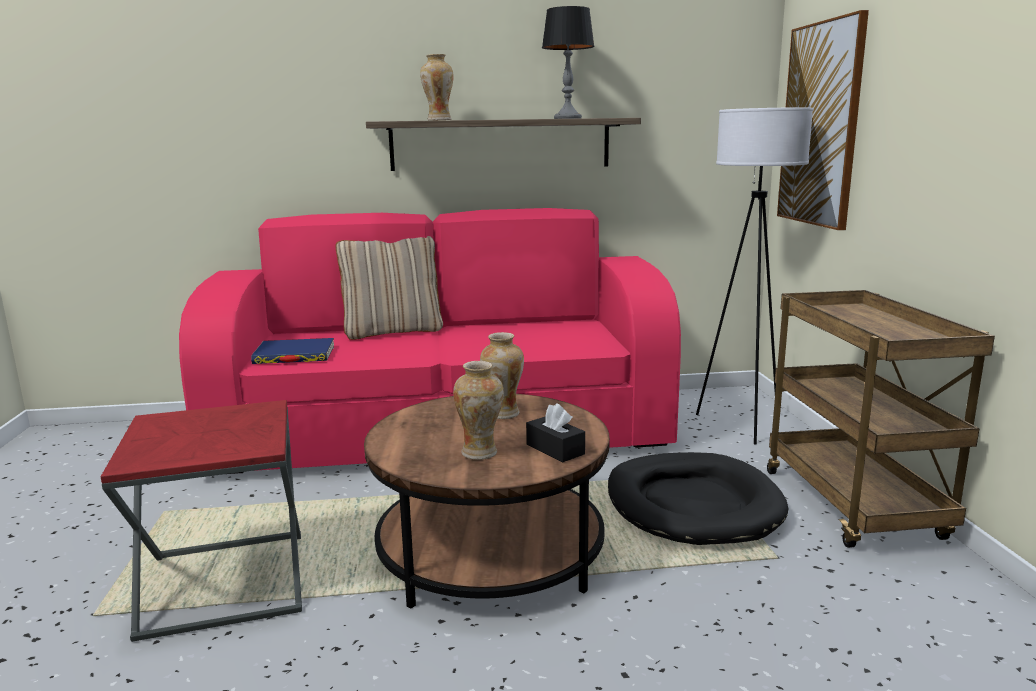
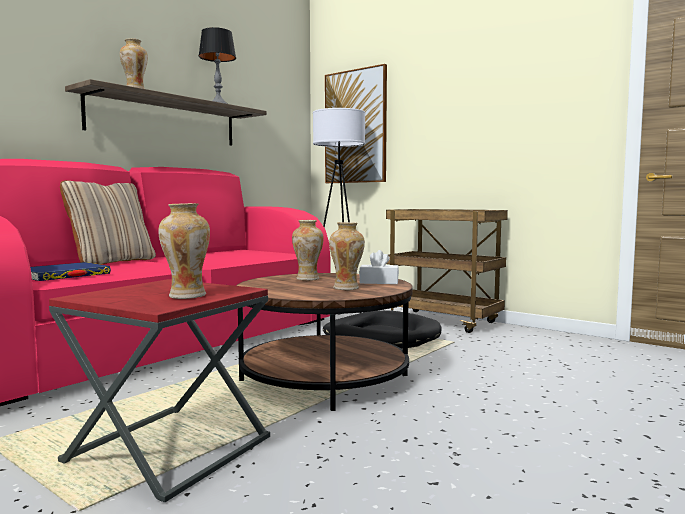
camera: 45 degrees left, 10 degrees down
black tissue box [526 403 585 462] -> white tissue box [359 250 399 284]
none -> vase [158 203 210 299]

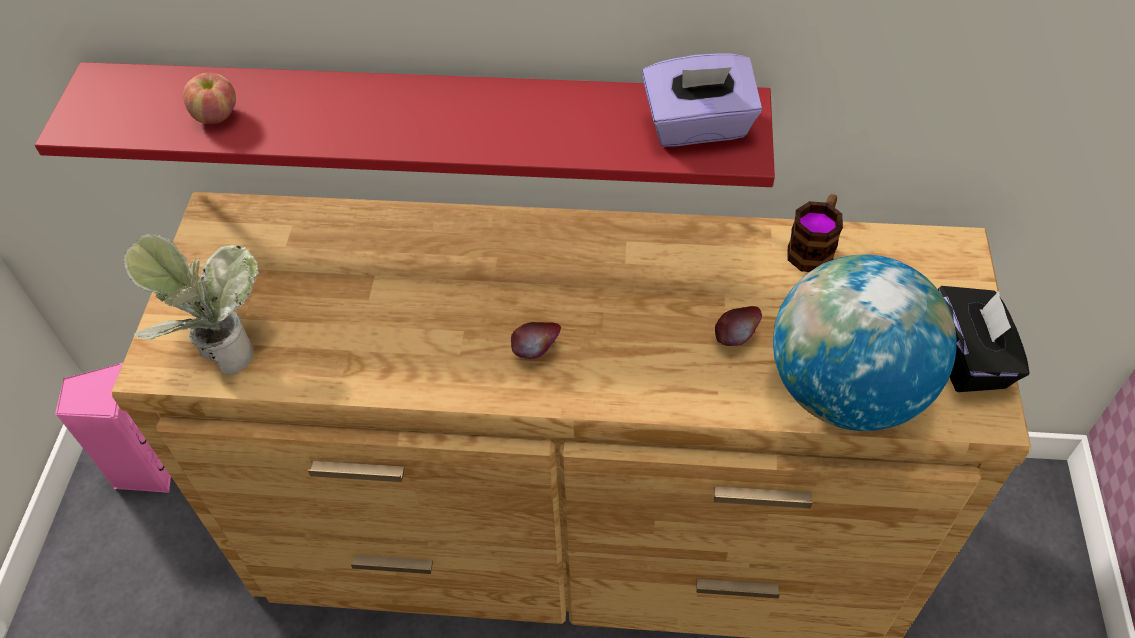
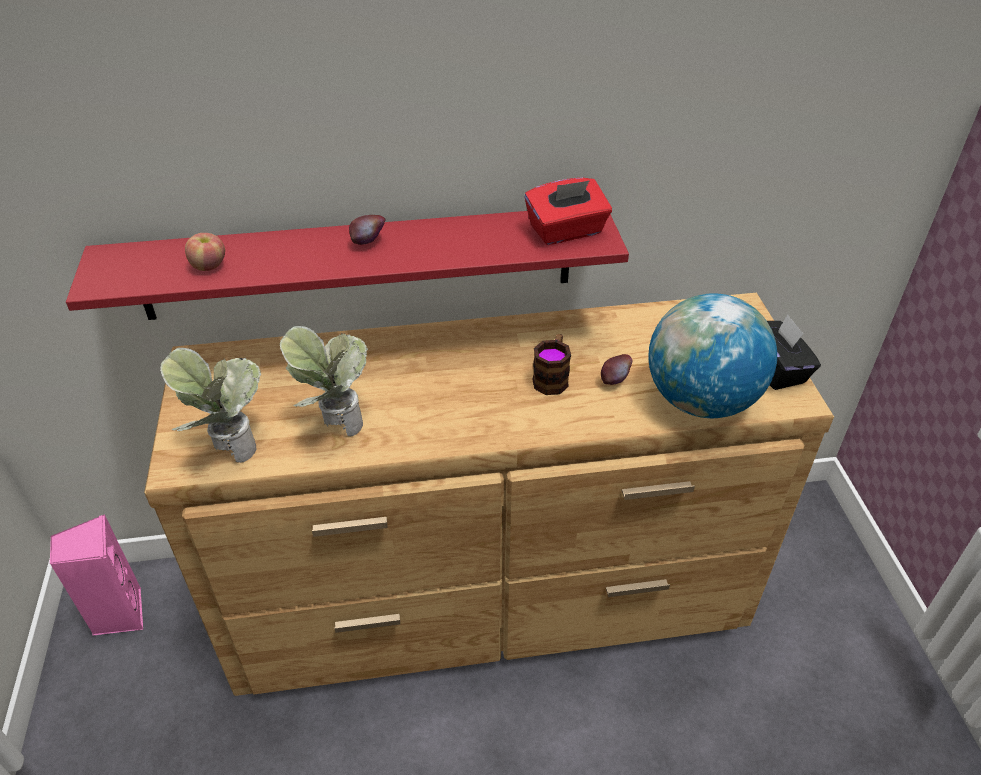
camera: 15 degrees left, 10 degrees down
apple [511 322 561 359] -> apple [349 215 386 245], moved
purple tissue box [642 54 762 147] -> red tissue box [524 178 612 245]
mug [788 194 843 272] -> mug [532 334 571 395], moved
none -> potted plant [280 326 368 436]

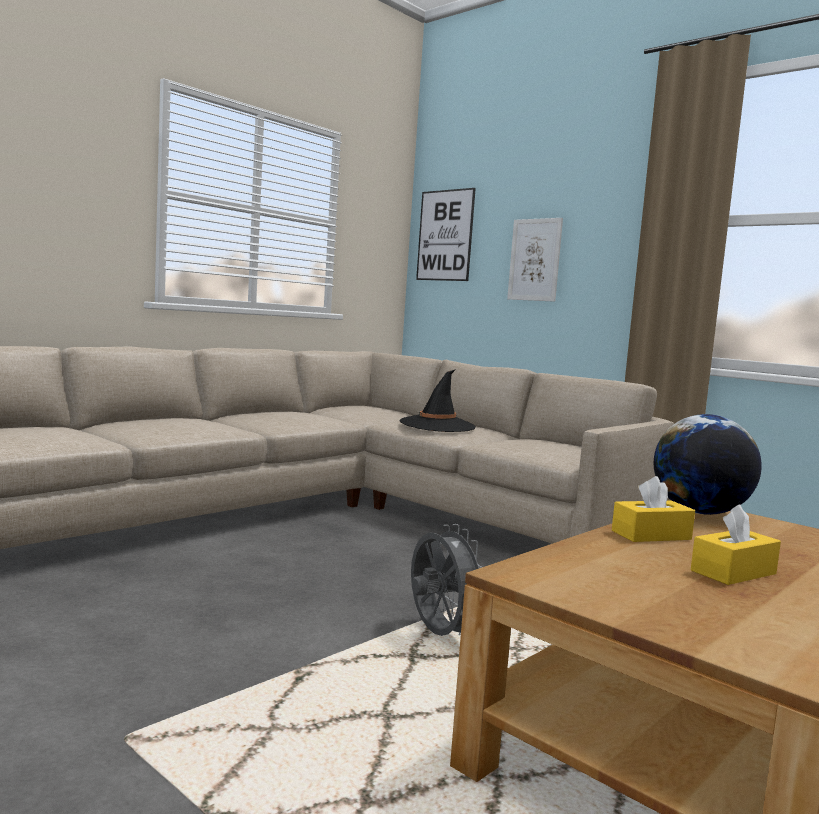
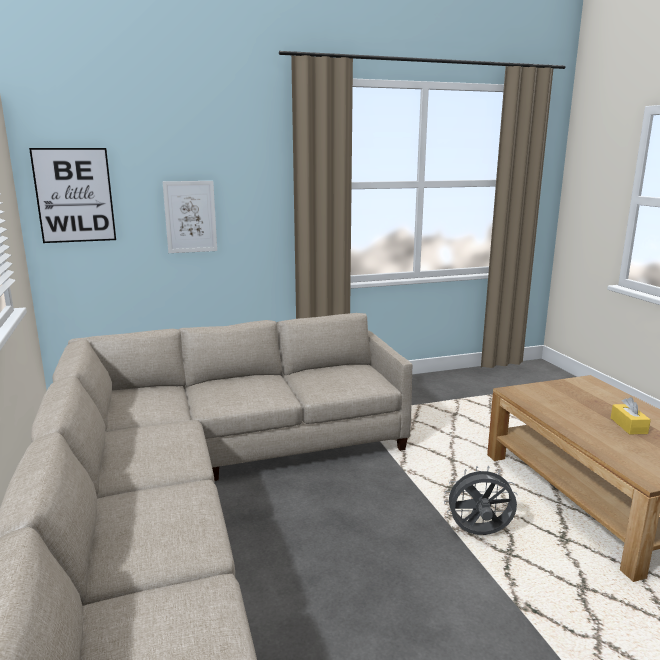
camera: 60 degrees left, 10 degrees up
black hat [400 369 476 432] -> none
yellow tissue box [612 476 695 542] -> none
globe [654 414 762 515] -> none

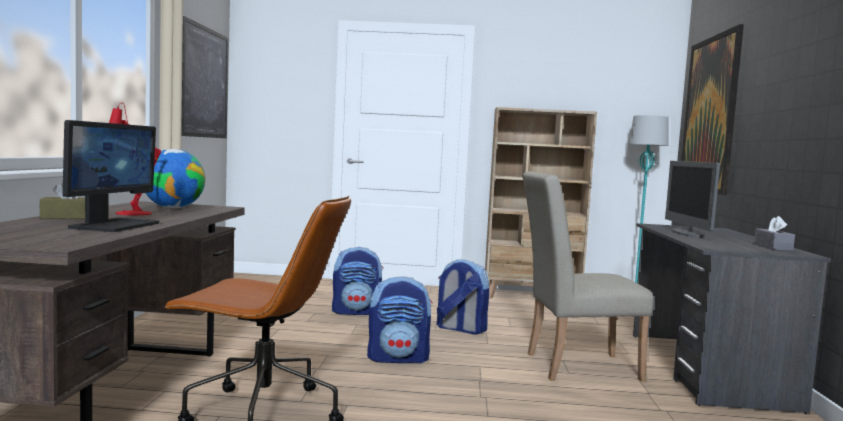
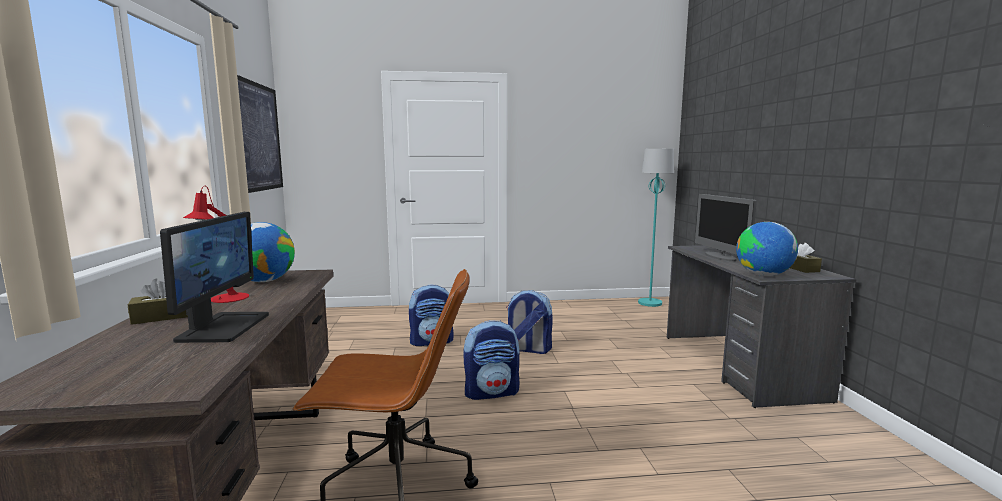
camera: 10 degrees left, 5 degrees up
beige bookcase [485 107 597 299] -> none
beige chair [522 172 654 381] -> none
picture [681 24 744 195] -> none
grey tissue box [754 216 795 251] -> brown tissue box [790 243 822 273]
none -> globe [736 222 798 276]

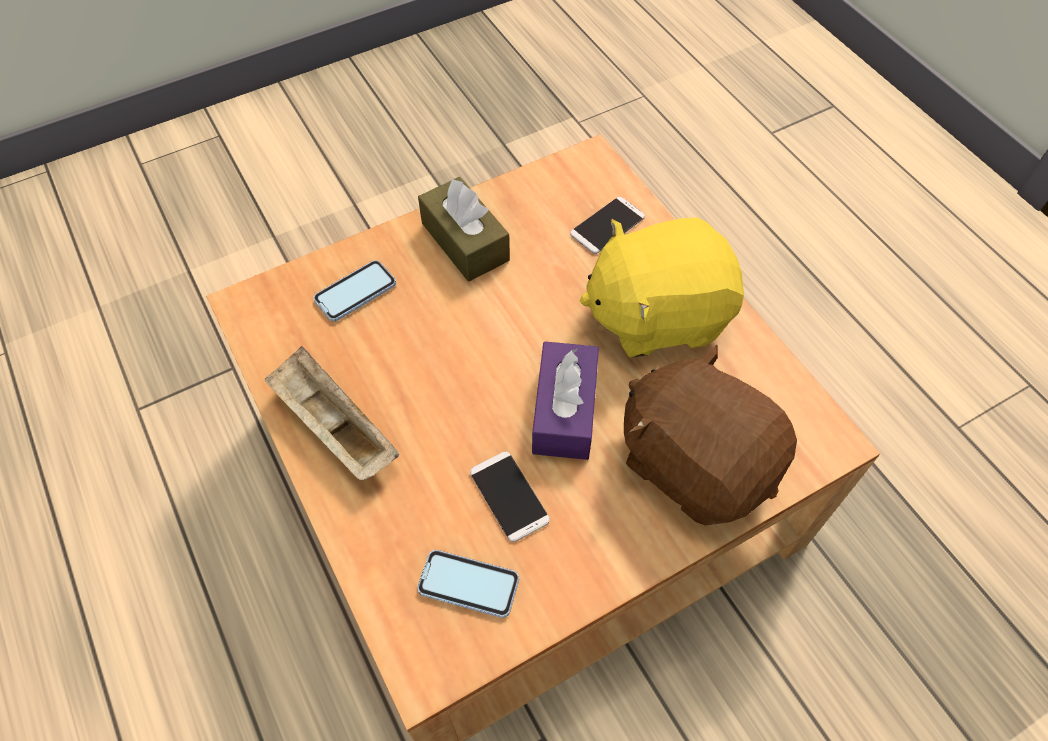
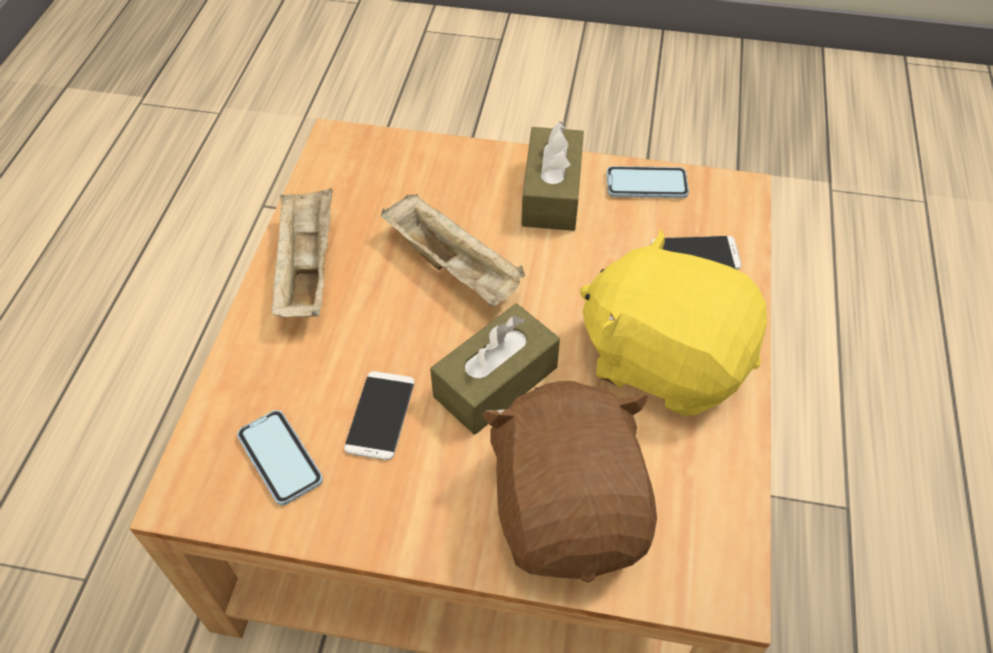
camera: 40 degrees right, 5 degrees down
phone [313 260 396 322] -> phone [606 166 689 198], moved
purple tissue box [532 341 599 460] -> brown tissue box [430 303 560 434]
none -> beige tray [381 194 525 306]

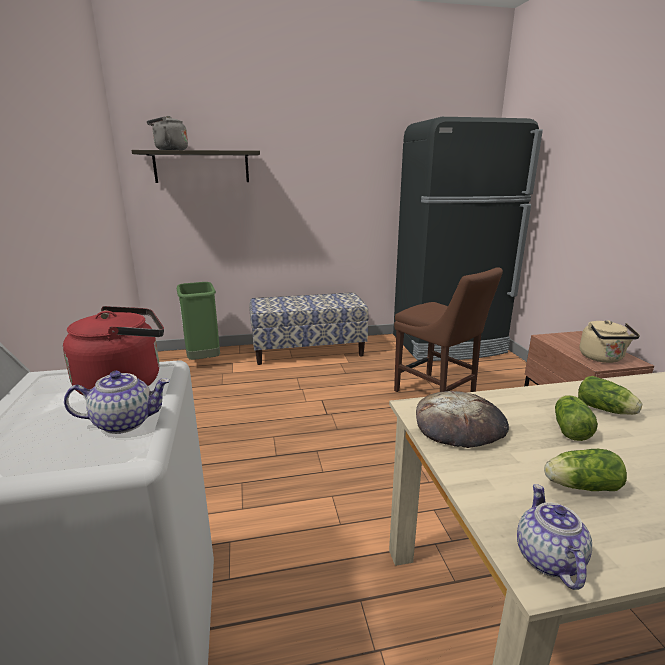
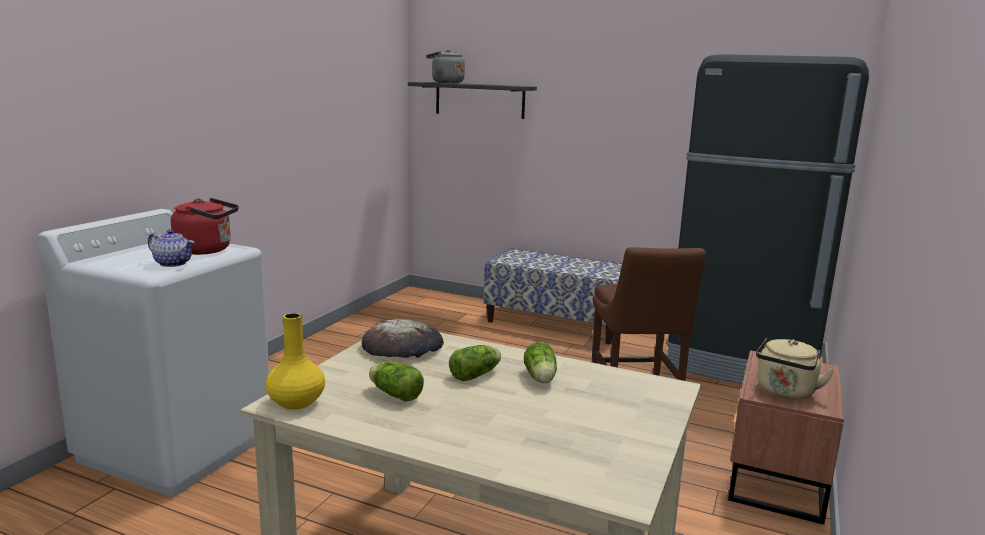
camera: 35 degrees right, 5 degrees down
green trash can [177 282 220 360] -> none
teapot [517 484 592 590] -> yellow vase [266 313 325 410]

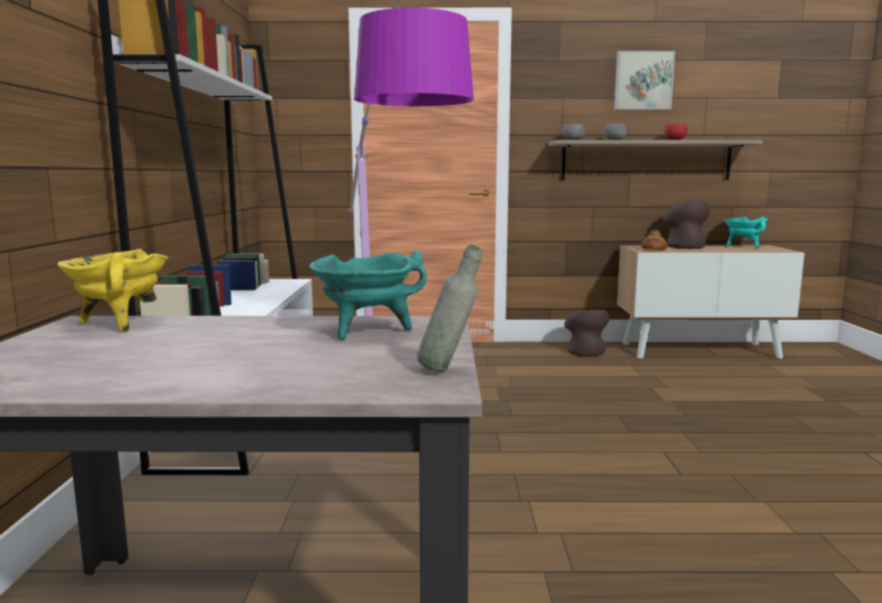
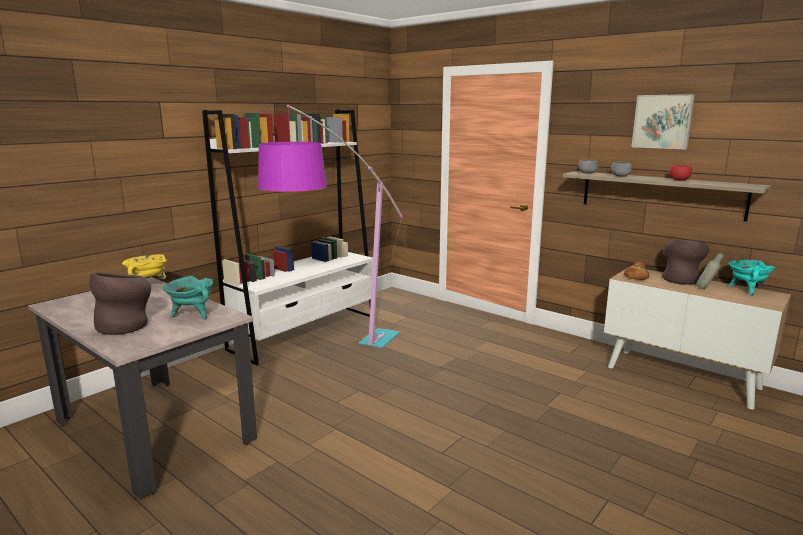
camera: 40 degrees right, 5 degrees up
grey bottle [417 244 483 372] -> grey bottle [696 253 724 289], moved
brown vase [564 310 609 357] -> brown vase [89 273 151 335], moved

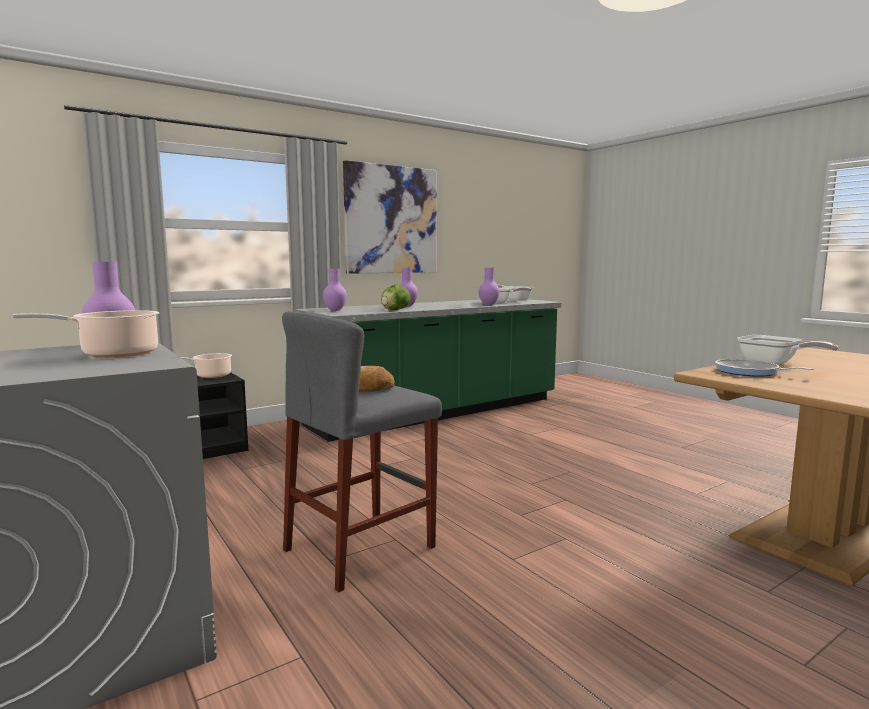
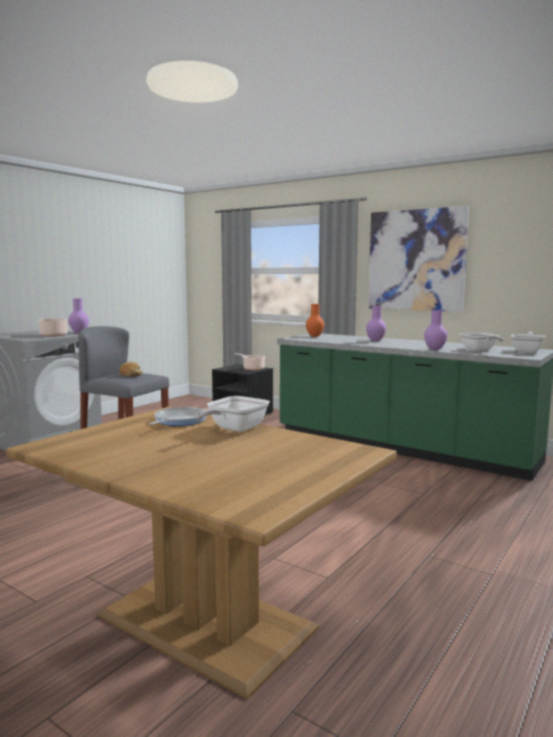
camera: 70 degrees right, 0 degrees up
purple vase [323 269 347 311] -> orange vase [306 304 324 337]
lettuce [381 285 410 310] -> none

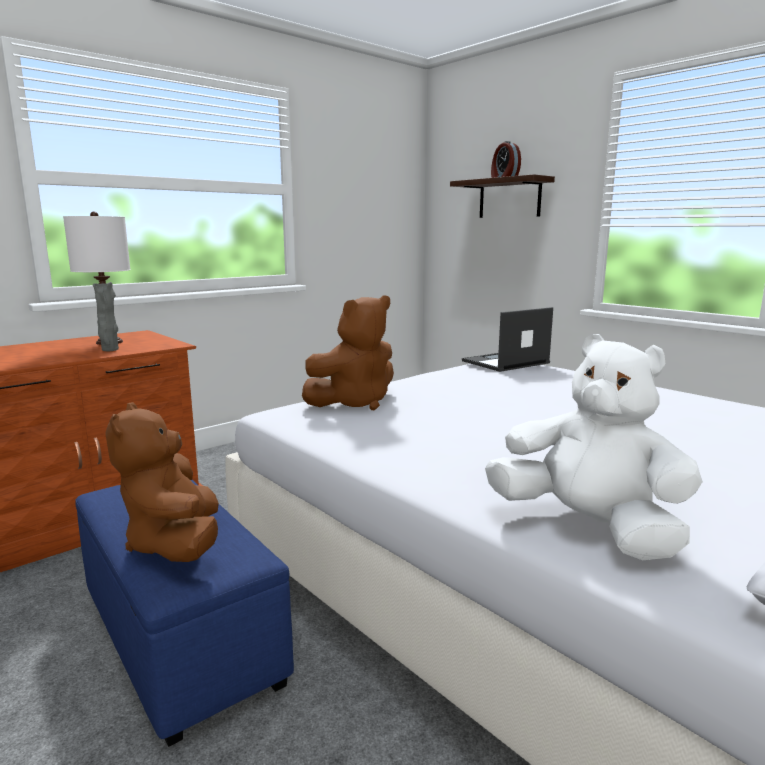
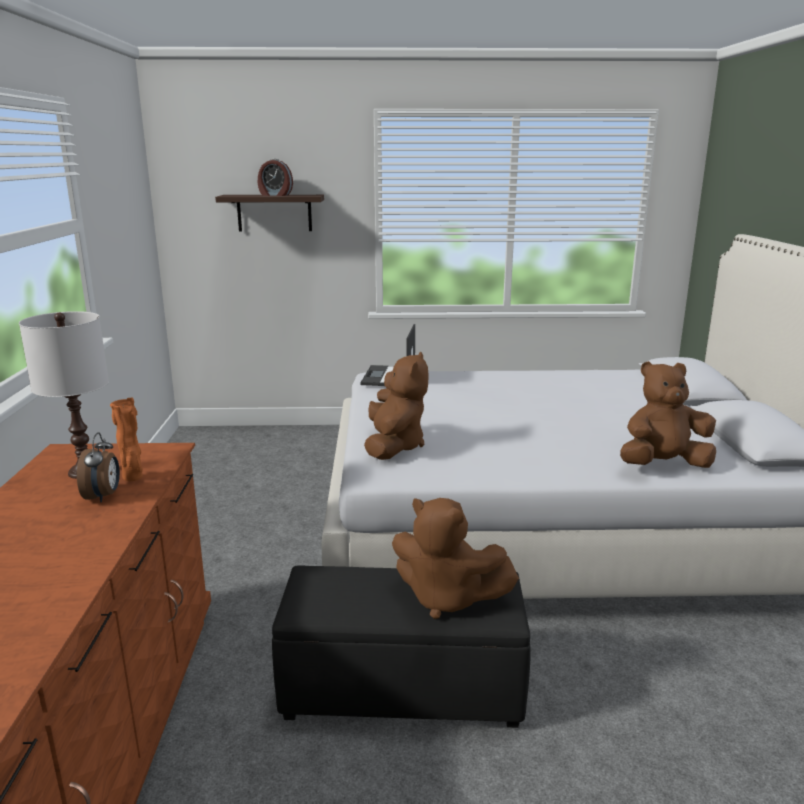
camera: 50 degrees left, 5 degrees up
blue ottoman [75 480 294 747] -> black ottoman [272 565 531 728]
grey vase [93 282 119 351] -> orange vase [110 397 143 481]
white plush toy [485 334 703 560] -> brown plush toy [620 361 716 468]
none -> alarm clock [77 432 120 503]

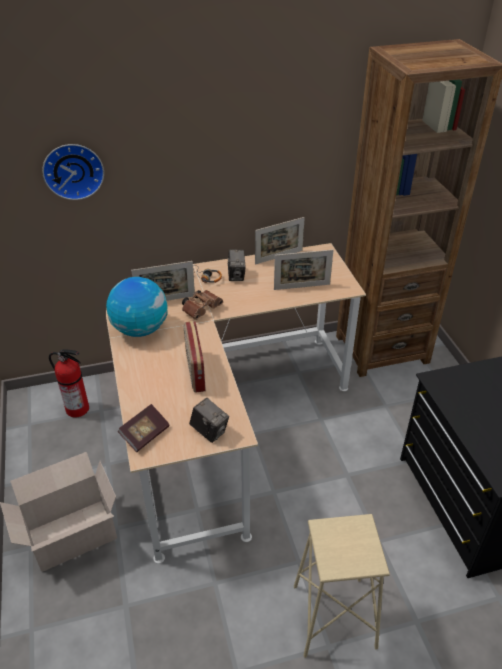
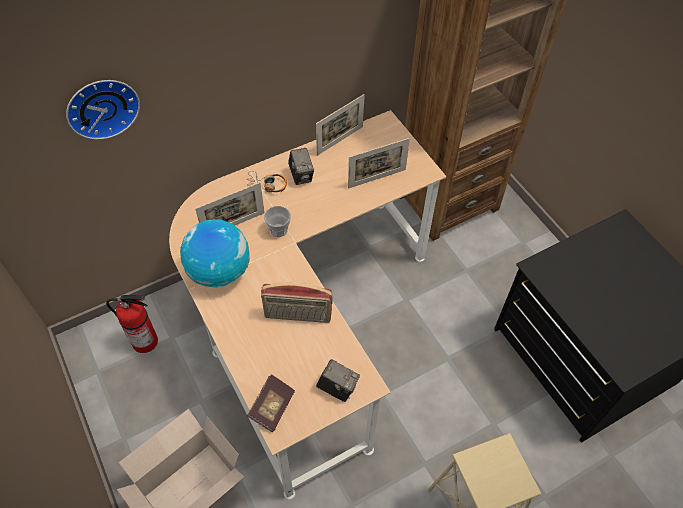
camera: 15 degrees left, 15 degrees up
brown binoculars [182 290 223 320] -> cup [264 206 291 237]
radio [183 321 206 392] -> radio [261 282 333 323], 60 degrees counterclockwise

